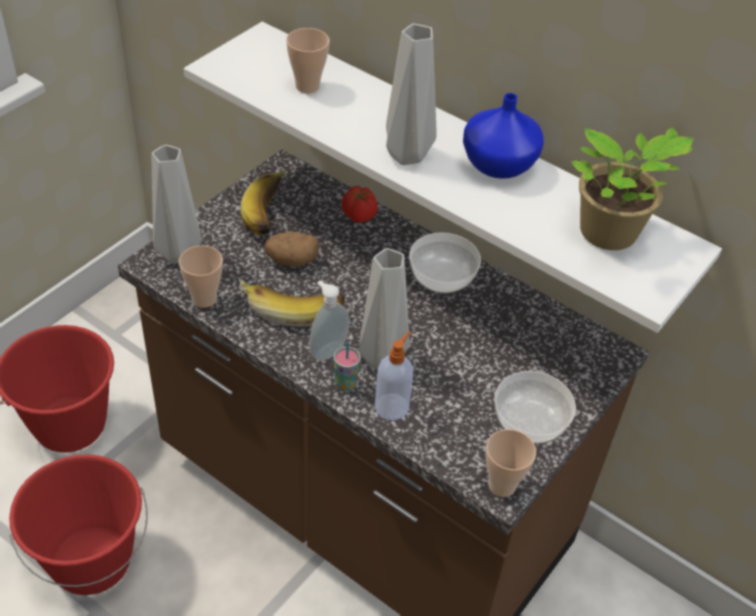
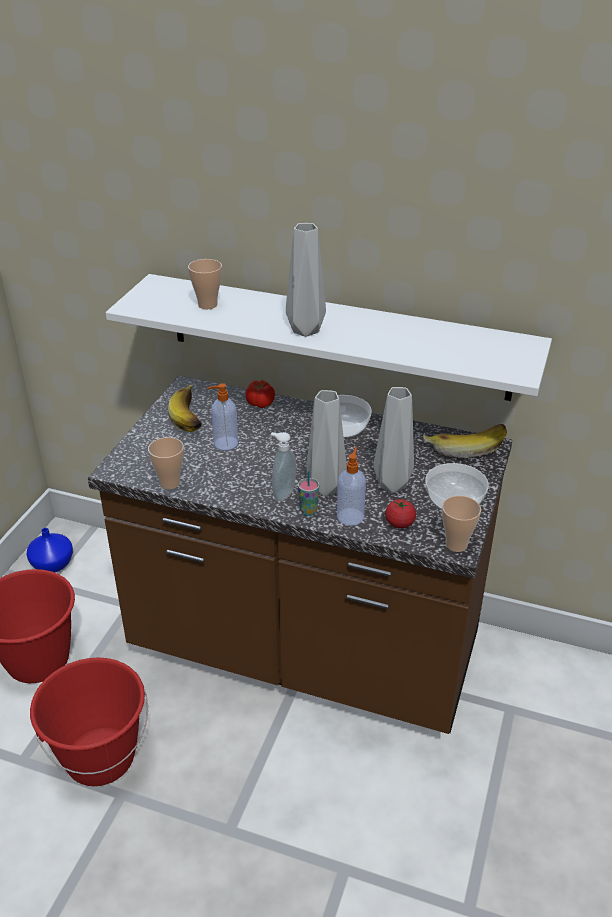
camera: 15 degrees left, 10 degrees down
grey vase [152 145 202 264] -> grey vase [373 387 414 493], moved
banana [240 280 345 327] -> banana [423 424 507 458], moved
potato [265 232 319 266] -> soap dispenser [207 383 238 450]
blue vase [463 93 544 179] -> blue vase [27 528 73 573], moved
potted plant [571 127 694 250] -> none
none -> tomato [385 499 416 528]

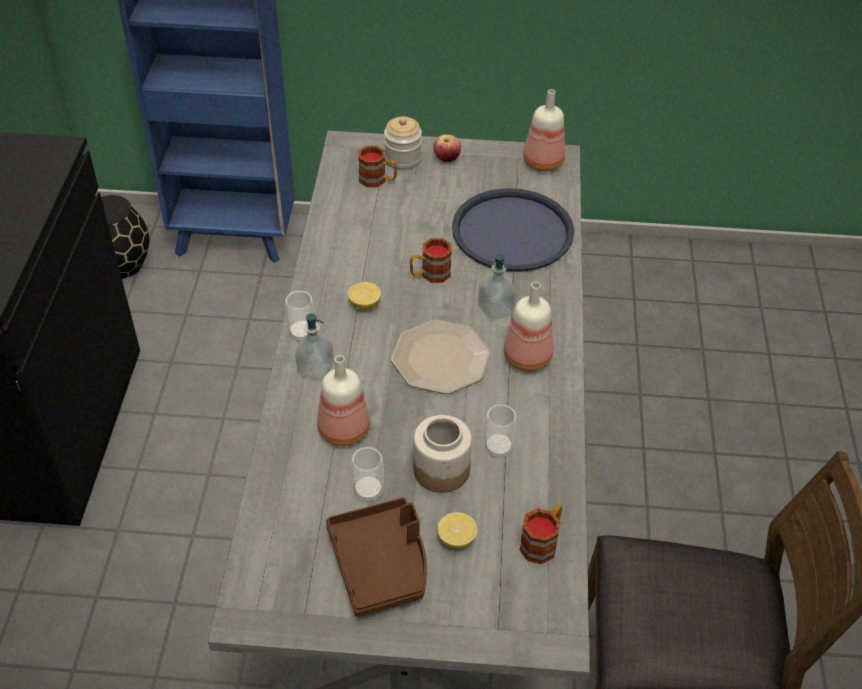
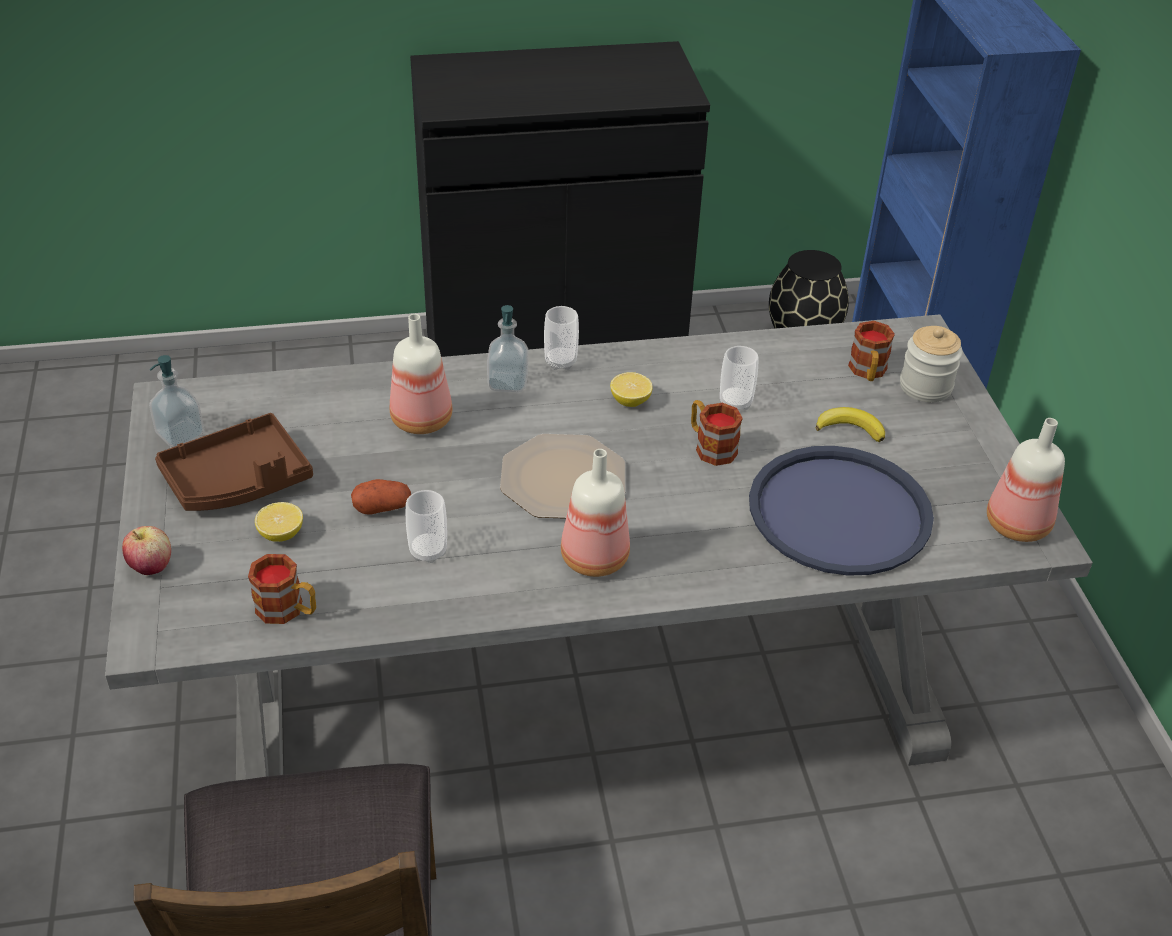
camera: 75 degrees right, 5 degrees down
cup [351 447 384 502] -> cup [720 346 758 410], moved
jar [413 415 472 493] -> potato [351 479 411 514]
apple [434 134 461 162] -> apple [122 526 171 576], moved
soap dispenser [478 254 516 320] -> soap dispenser [149 355 205 447], moved
none -> banana [816 407 885 442]

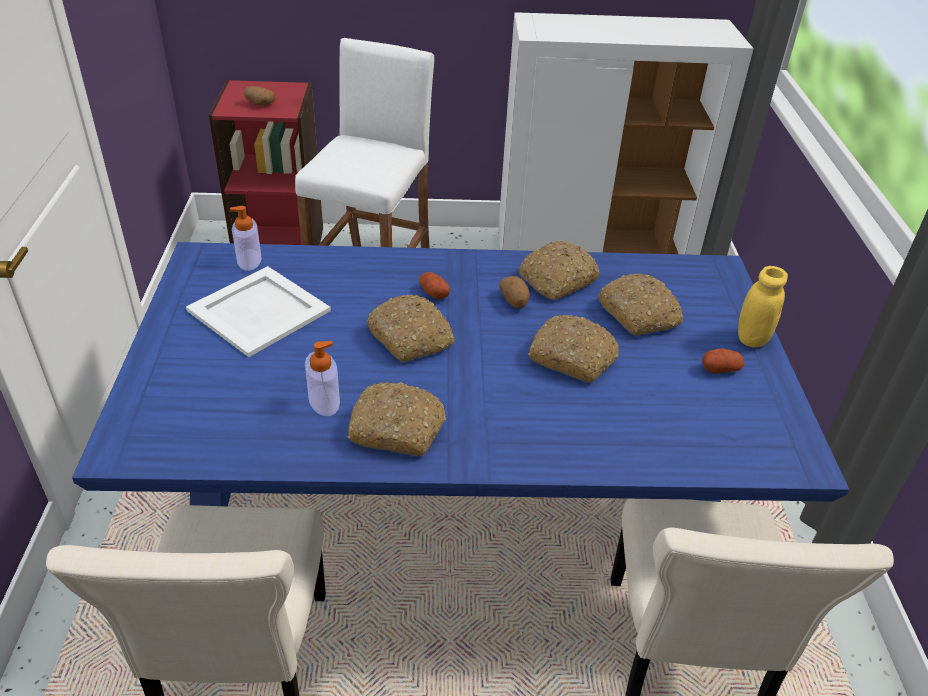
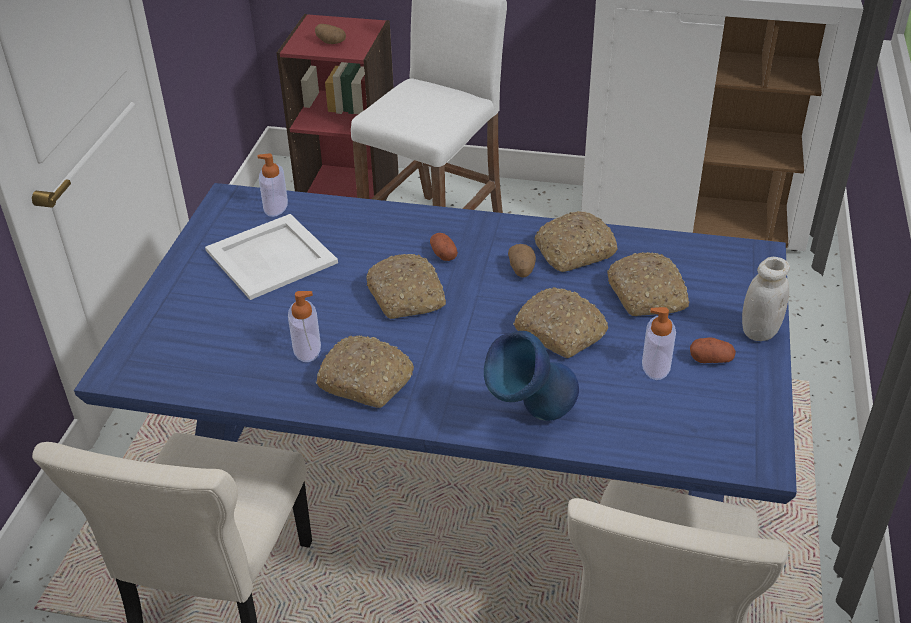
camera: 15 degrees right, 0 degrees up
yellow jar [738 266 788 348] -> white jar [742 257 790 341]
none -> blue vase [484 331 579 421]
none -> soap dispenser [642 307 676 380]

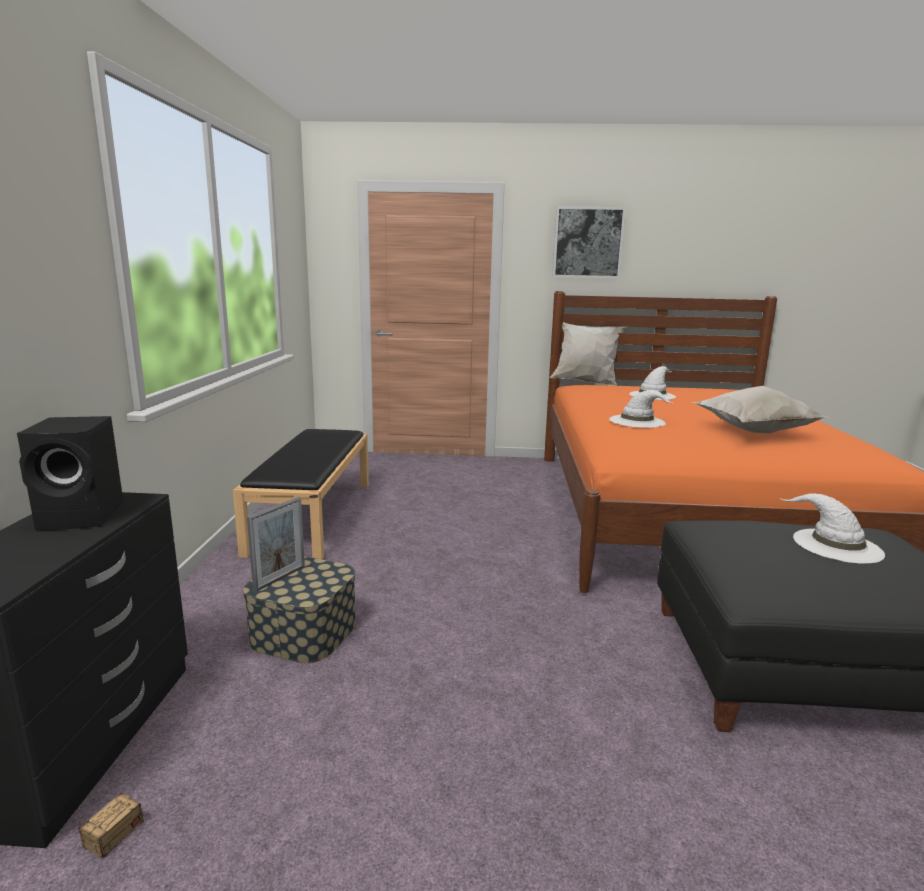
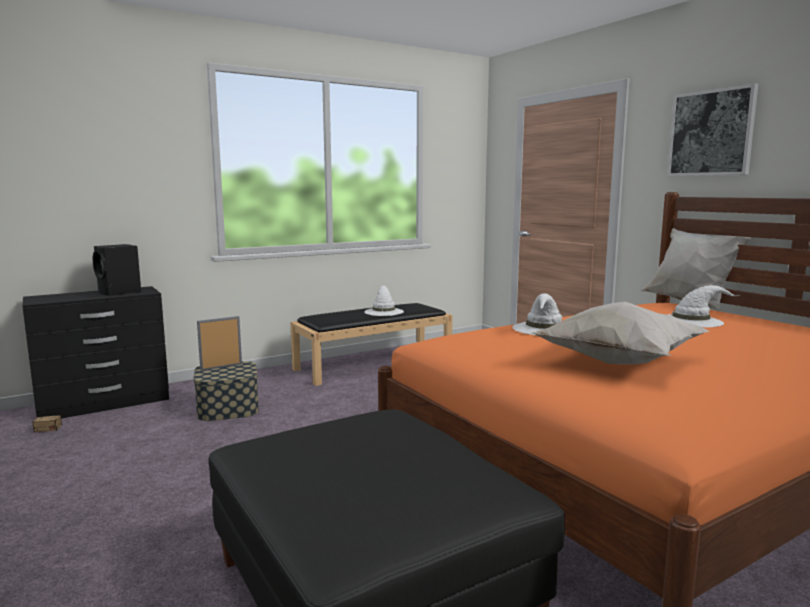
camera: 55 degrees right, 5 degrees down
picture frame [247 497 305 592] -> picture frame [197 316 242 371], 150 degrees clockwise
white hat [780 493 885 563] -> white hat [364 286 404 316], moved

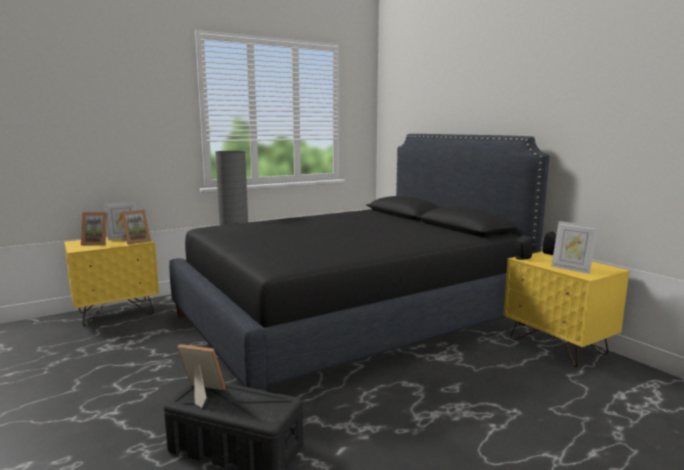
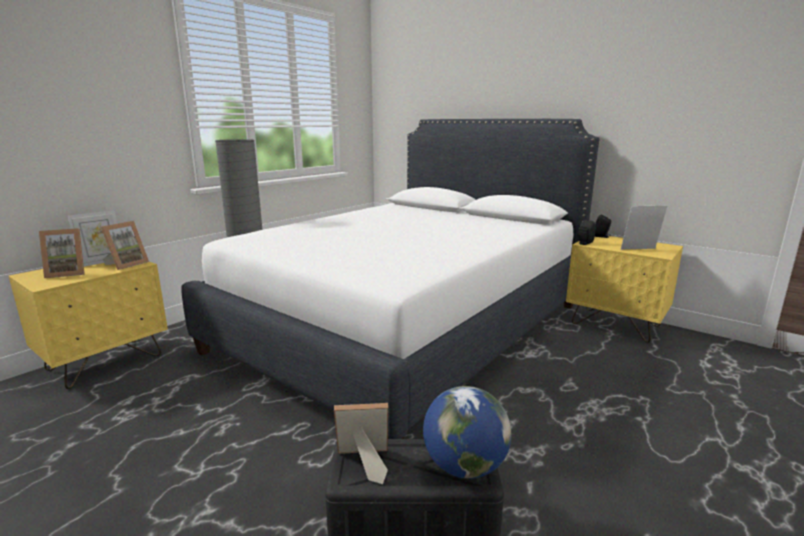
camera: 20 degrees left, 5 degrees up
black bed [169 134 550 390] -> white bed [182 119 599 439]
picture frame [551 221 598 274] -> picture frame [621 206 667 249], 150 degrees clockwise
none -> globe [423 386 511 479]

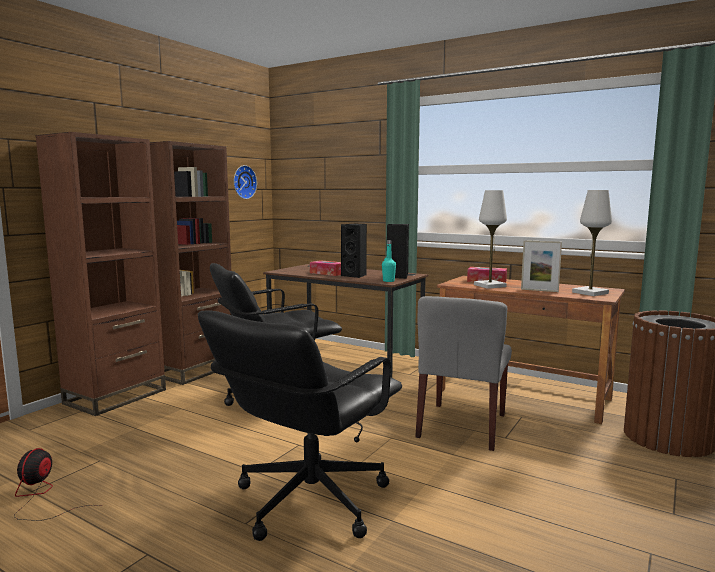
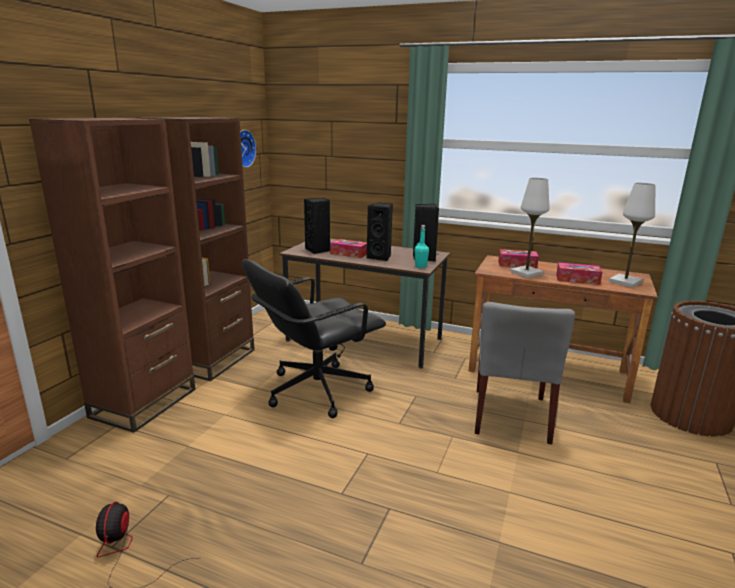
camera: 10 degrees left, 10 degrees up
black office chair [198 310 402 541] -> none
picture frame [521 240 562 292] -> tissue box [556 262 602 285]
none -> black speaker [304 198 330 254]

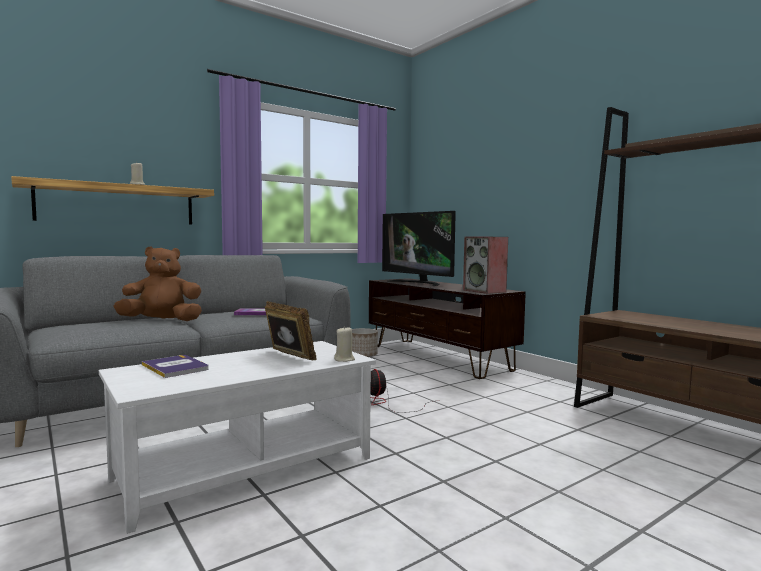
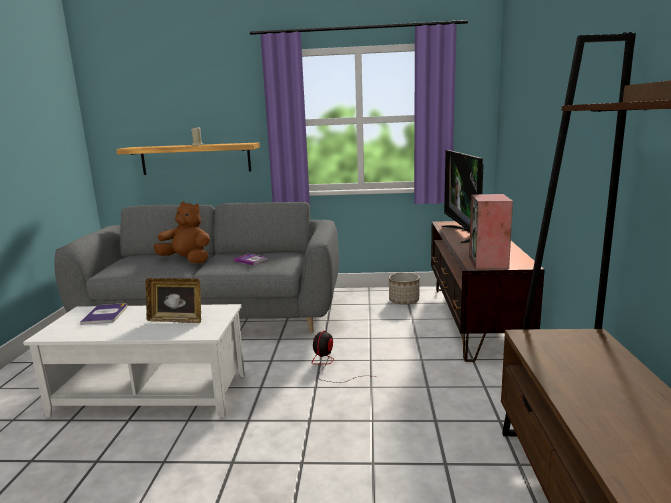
camera: 40 degrees right, 10 degrees up
picture frame [265 301 316 360] -> picture frame [145 278 201 323], 105 degrees clockwise
beige candle [334 326 355 362] -> none

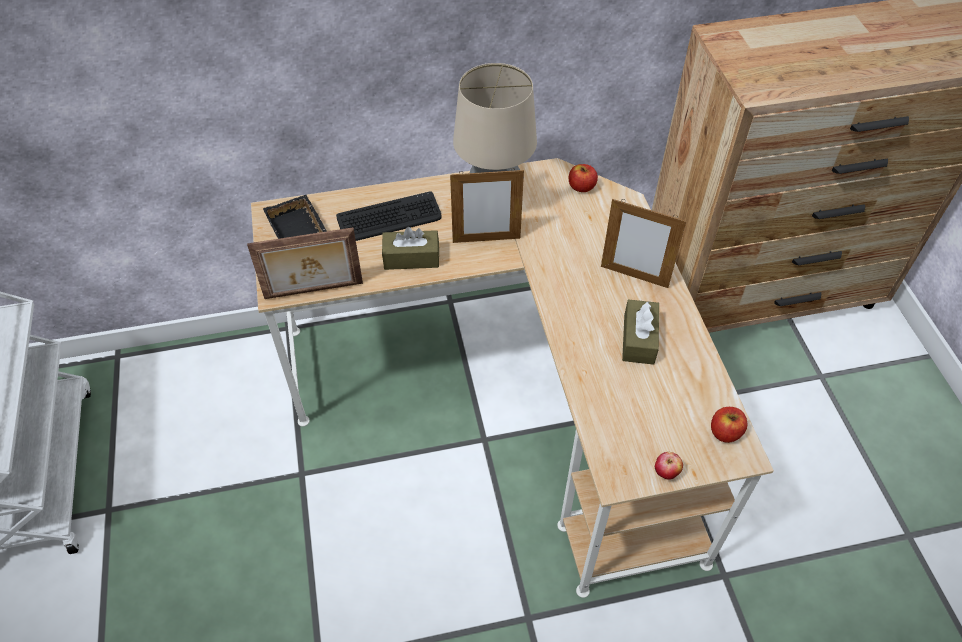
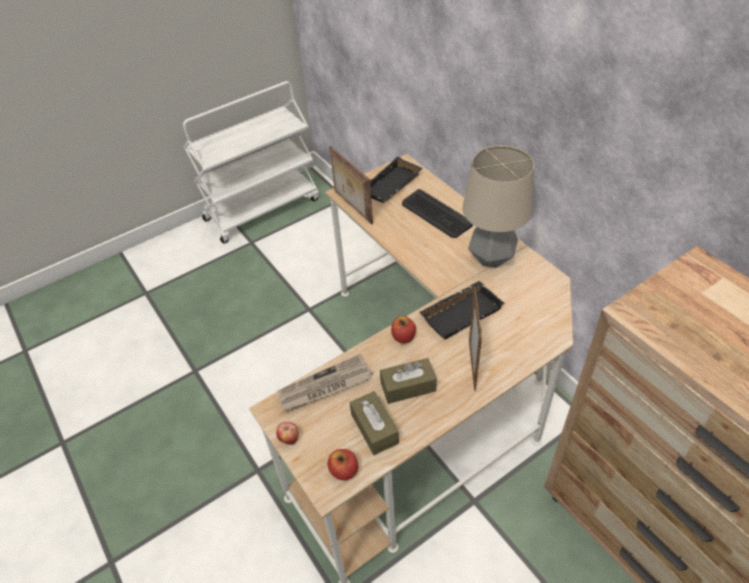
camera: 70 degrees right, 5 degrees down
brown tissue box [382 227 439 270] -> brown tissue box [350 391 399 455], moved
picture frame [450 168 524 243] -> none
apple [569 164 598 192] -> apple [391 316 416 343], moved
none -> newspaper [278 354 373 412]
none -> black tray [419 281 505 340]

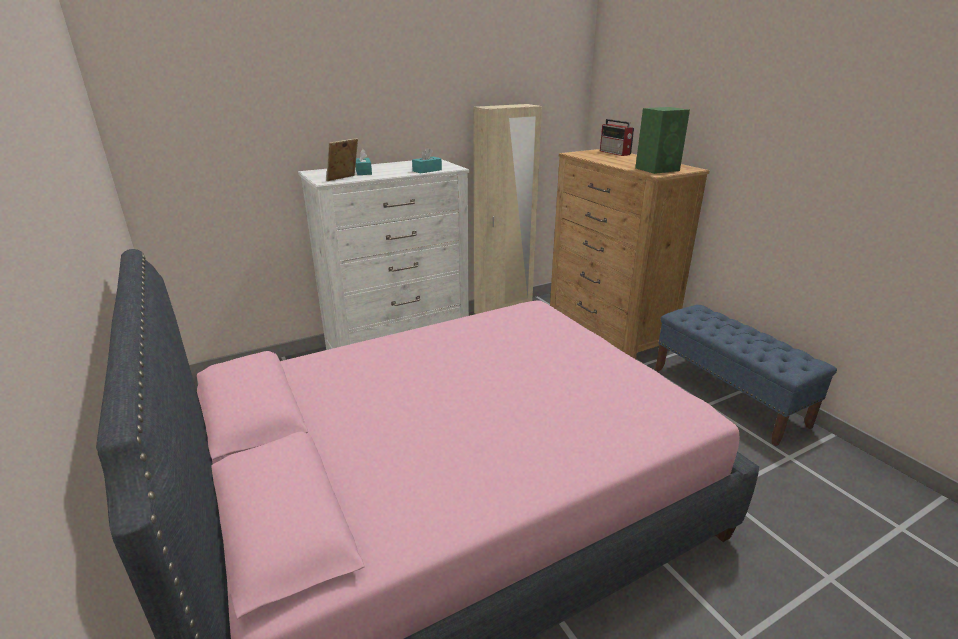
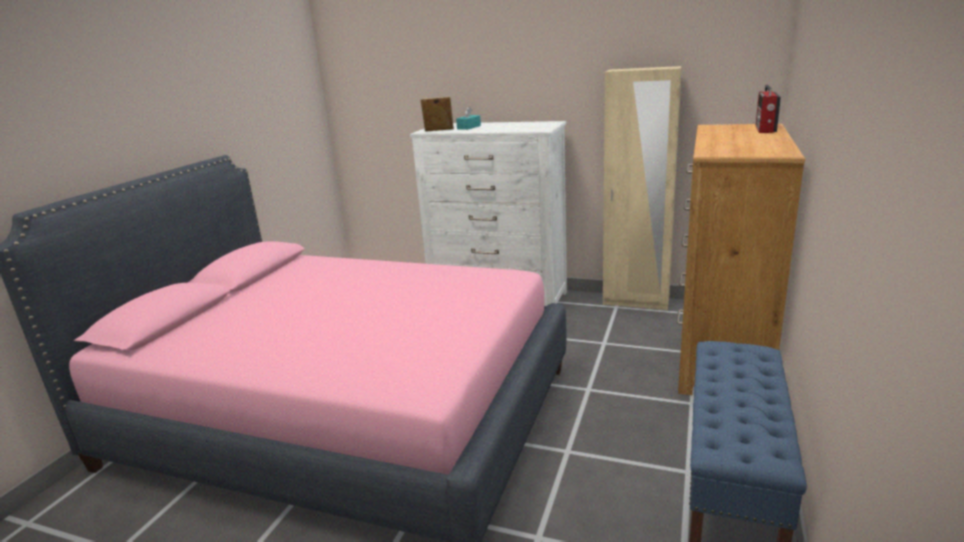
camera: 50 degrees right, 5 degrees down
turquoise tissue box [412 148 442 174] -> none
green speaker [635 107 690 174] -> none

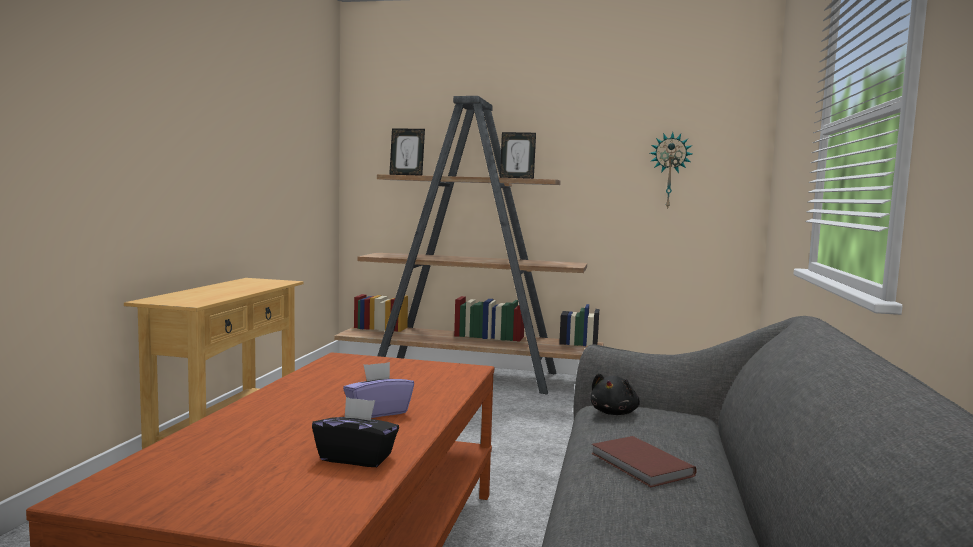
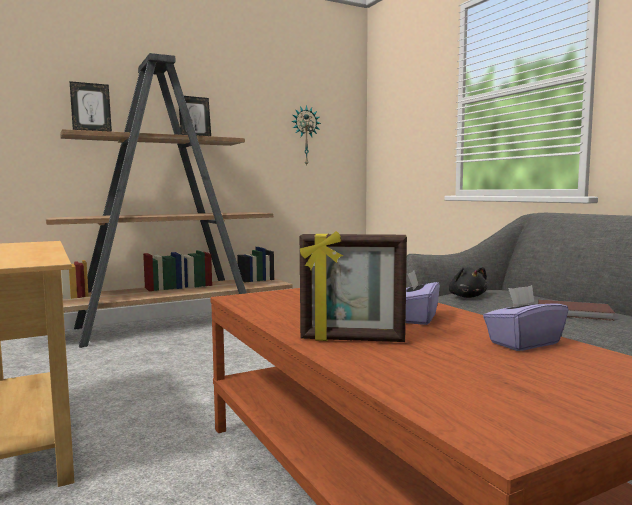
camera: 40 degrees left, 0 degrees up
black tissue box [312 397 399 467] -> purple tissue box [483 285 569 351]
none -> picture frame [300 231 407 342]

